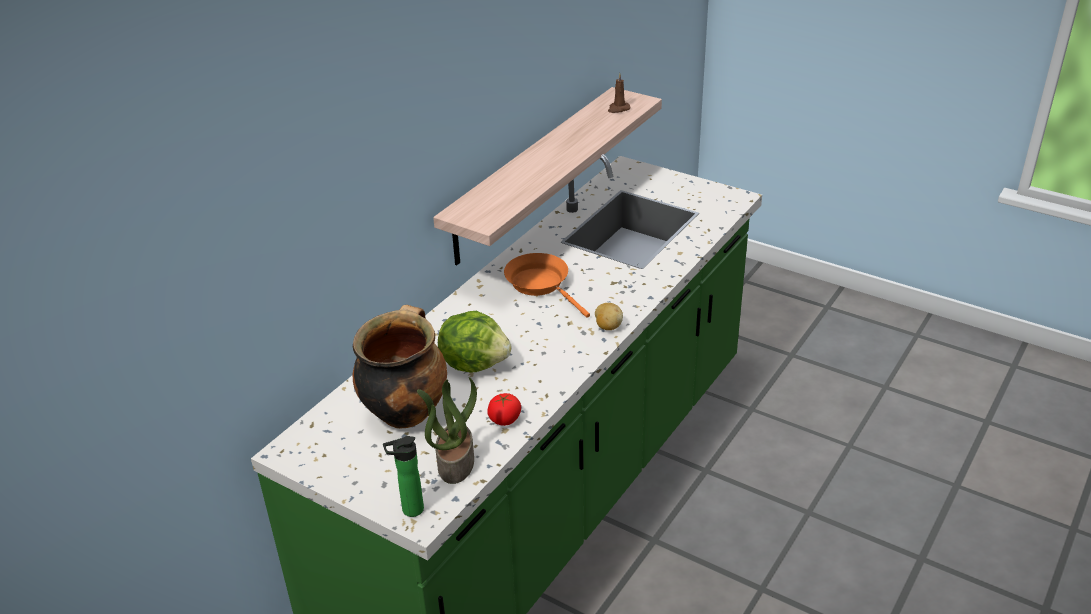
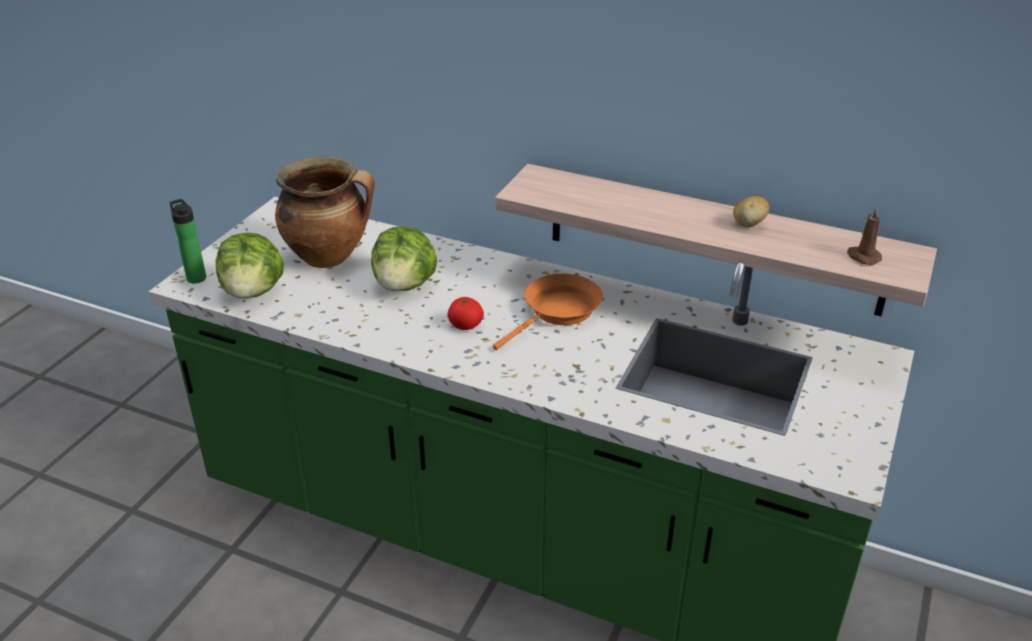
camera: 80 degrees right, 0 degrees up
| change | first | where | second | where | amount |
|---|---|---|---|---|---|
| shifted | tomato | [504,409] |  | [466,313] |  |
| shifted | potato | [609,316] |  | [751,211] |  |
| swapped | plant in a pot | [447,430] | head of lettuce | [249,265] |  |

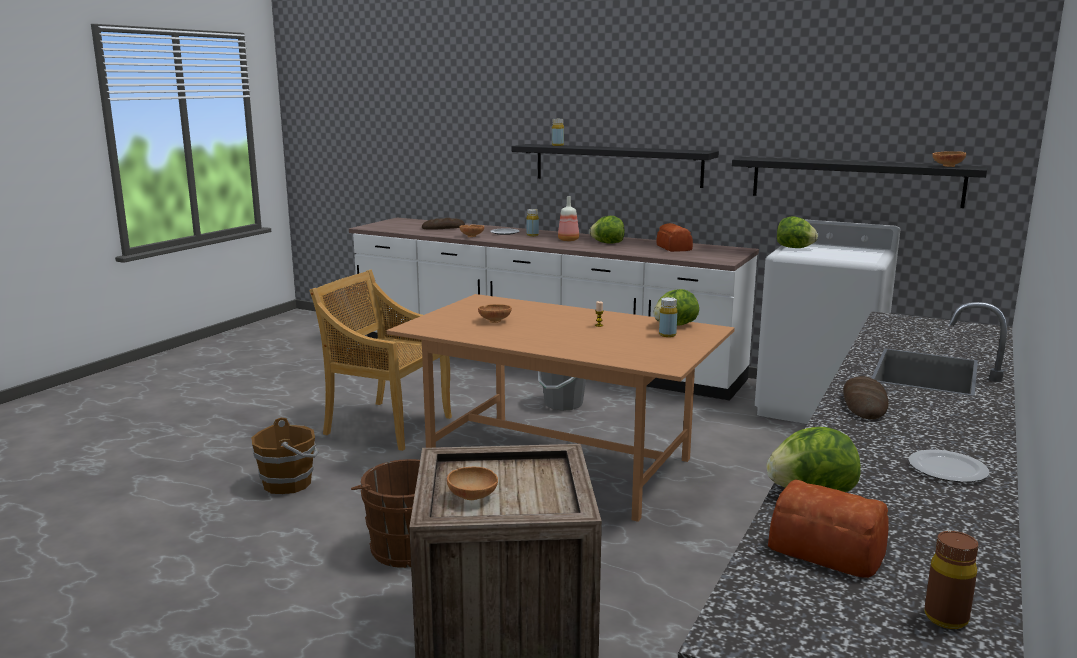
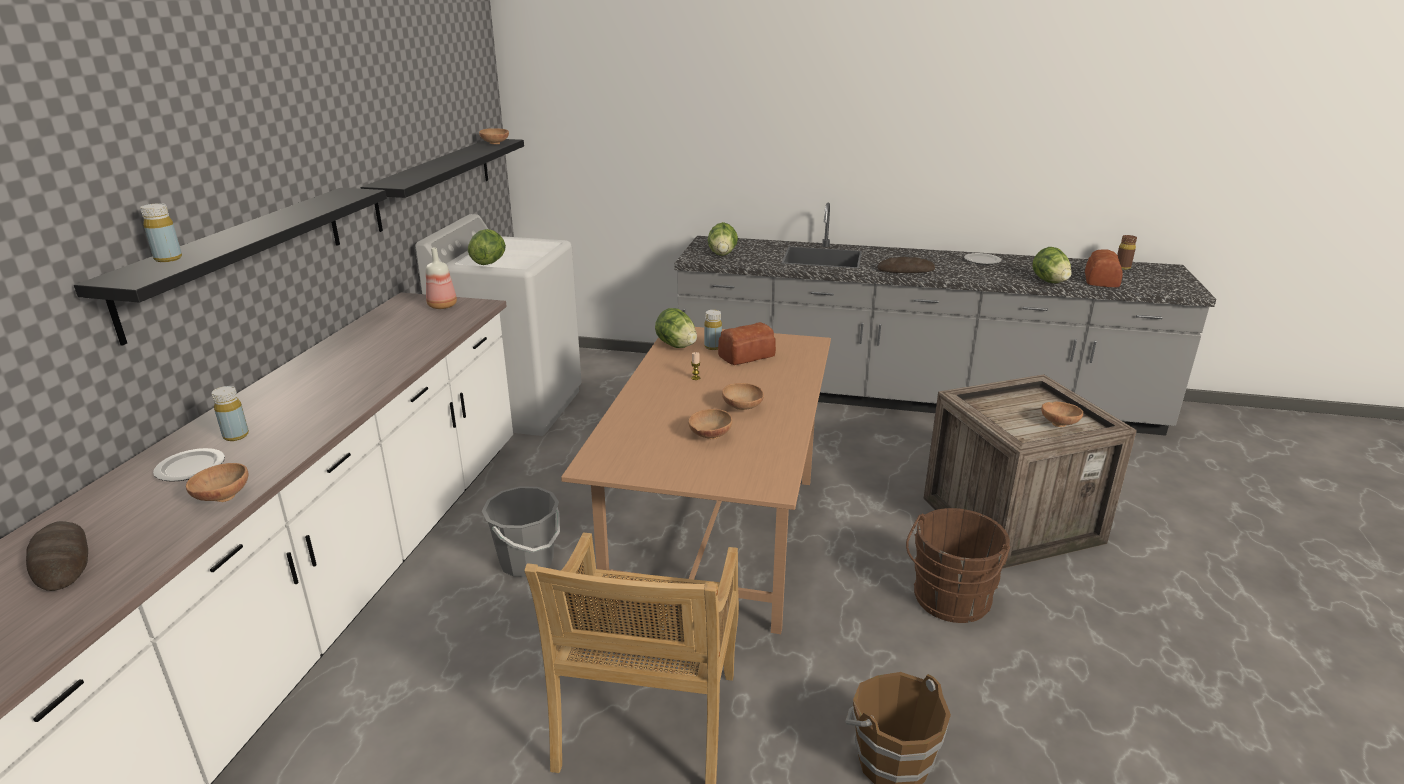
camera: 105 degrees left, 10 degrees up
| change | first | where | second | where | amount |
|---|---|---|---|---|---|
| new |  |  | brown bowl | [743,396] |  |
| shifted | drink bottle | [568,218] |  | [441,278] |  |
| shifted | head of lettuce | [607,230] |  | [722,239] |  |
| shifted | baked bread | [674,237] |  | [747,343] |  |

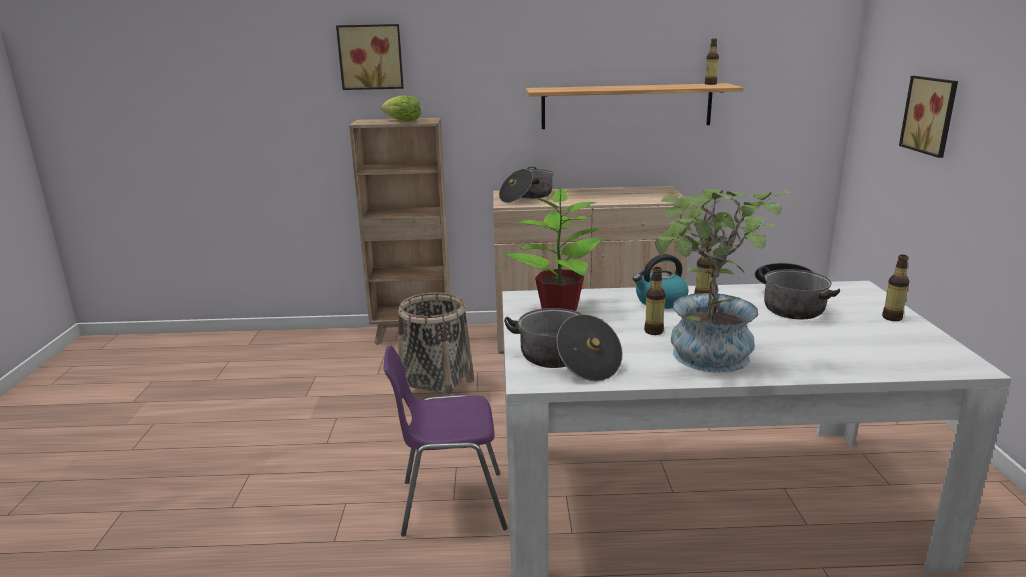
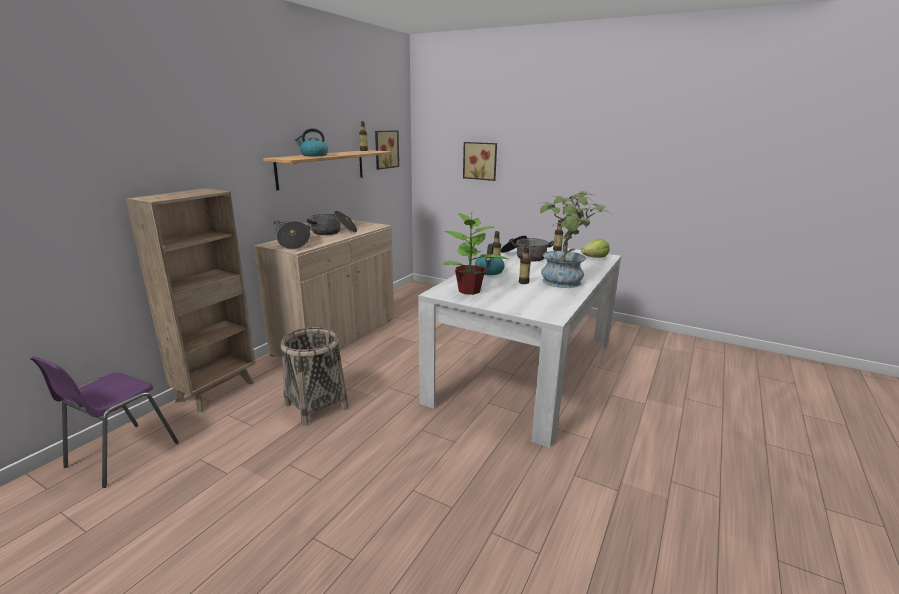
camera: 60 degrees left, 0 degrees up
| change | first | where | second | where | amount |
|---|---|---|---|---|---|
| new |  |  | kettle | [311,142] |  |
| shifted | wall picture | [370,57] |  | [387,150] |  |
| shifted | head of lettuce | [401,108] |  | [595,248] |  |
| shifted | purple-coloured plain chair | [446,440] |  | [104,422] |  |
| shifted | stockpot | [563,345] |  | [332,223] |  |

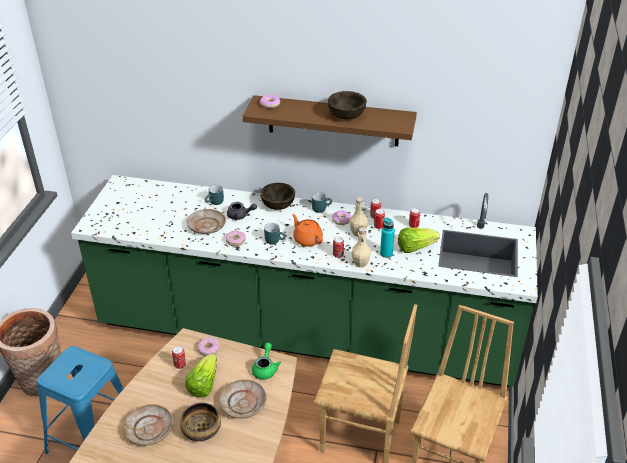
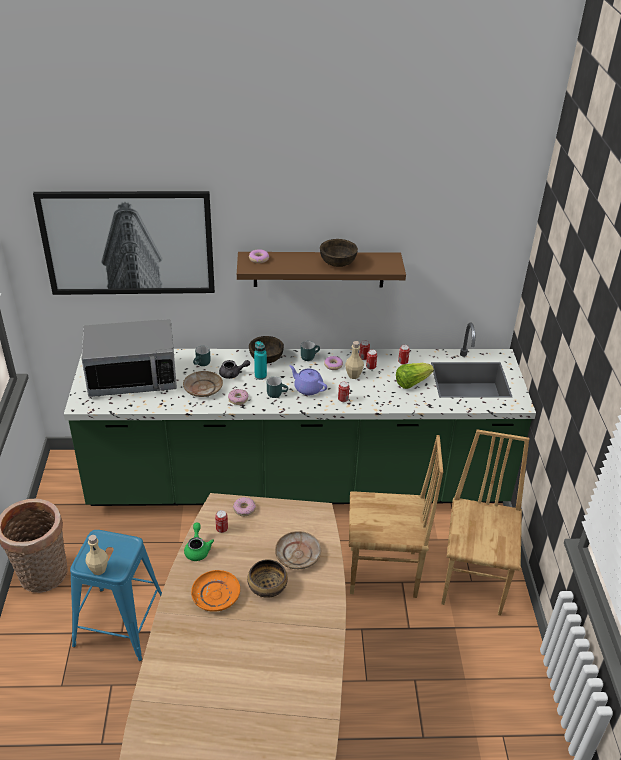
camera: 15 degrees left, 0 degrees up
| change | first | where | second | where | amount |
|---|---|---|---|---|---|
| gone | head of lettuce | [201,375] |  |  |  |
| new |  |  | wall picture | [124,243] |  |
| new |  |  | microwave oven | [129,358] |  |
| shifted | green-coloured tea pot | [266,361] |  | [199,542] |  |
| shifted | beige-coloured drink bottle | [361,247] |  | [96,555] |  |
| shifted | turquoise drink bottle | [387,237] |  | [260,360] |  |
| repainted | beige-coloured plate | [148,425] | orange-coloured plate | [215,591] |  |
| repainted | orange-coloured tea pot | [307,230] | purple-coloured tea pot | [308,380] |  |

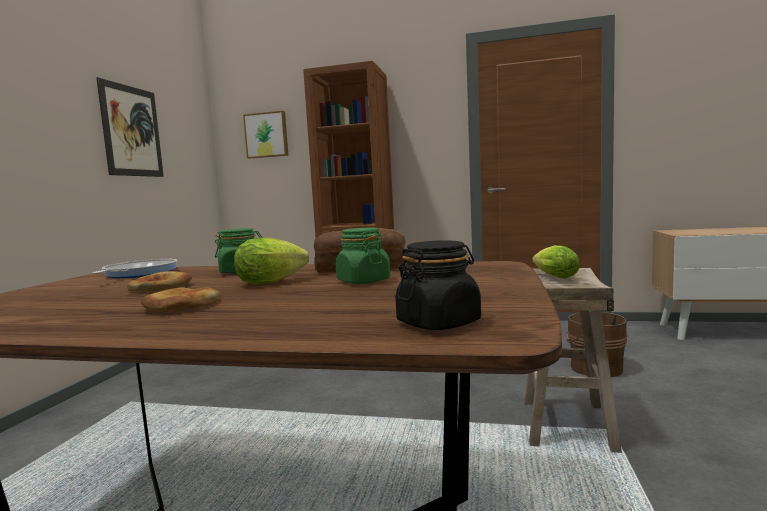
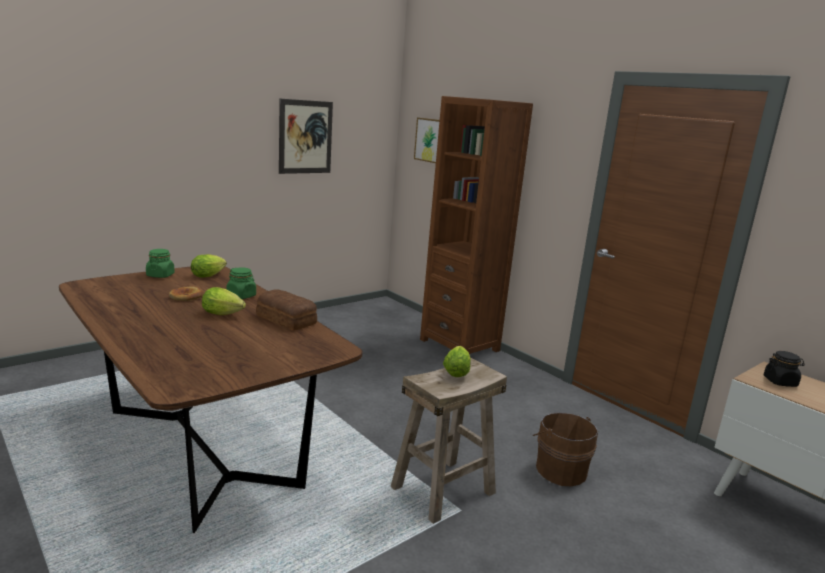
camera: 35 degrees right, 10 degrees up
| change | first | where | second | where | amount |
|---|---|---|---|---|---|
| gone | baked bread | [181,300] |  |  |  |
| shifted | green-coloured preserve jar | [363,256] |  | [160,263] |  |
| shifted | black-coloured preserve jar | [438,285] |  | [784,369] |  |
| swapped | skillet | [134,268] | head of lettuce | [209,266] |  |

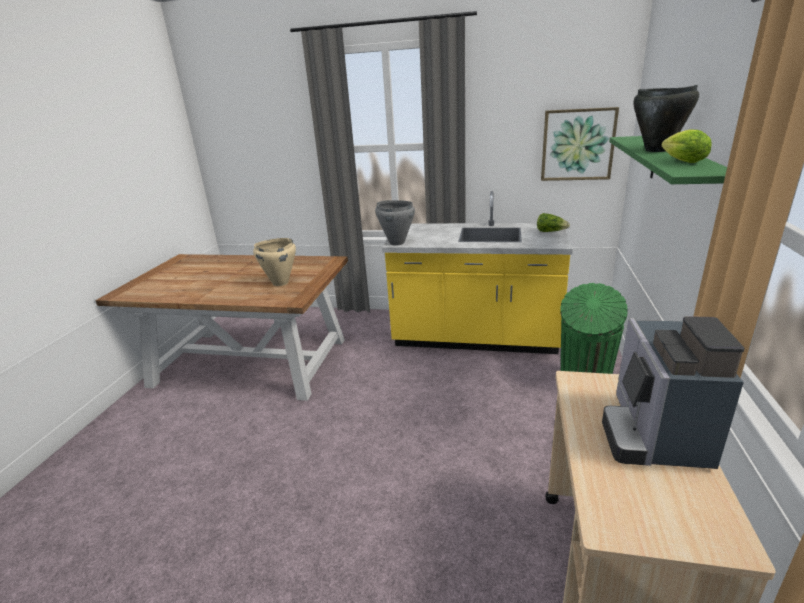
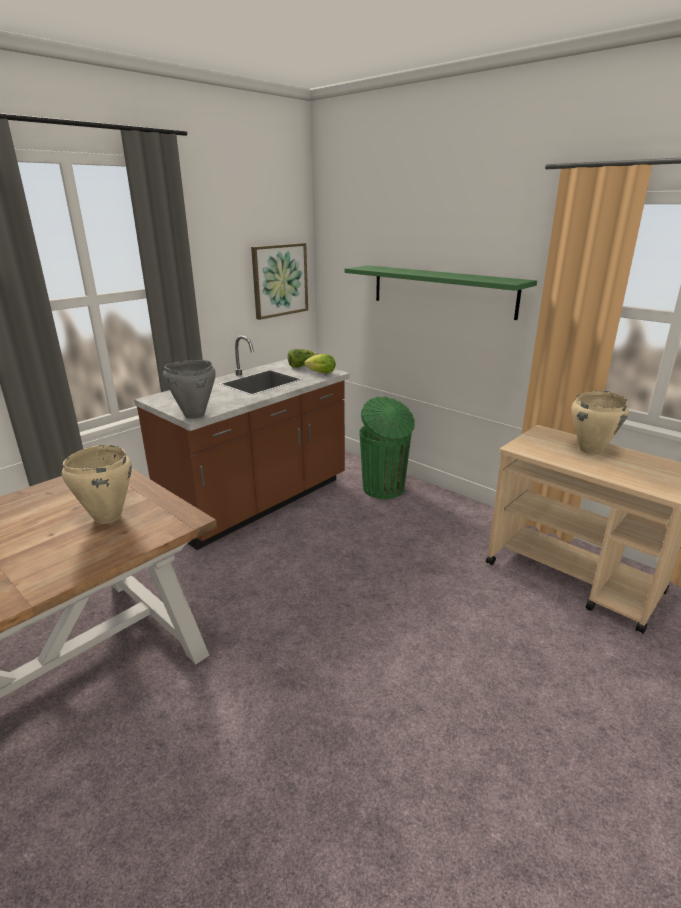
camera: 60 degrees left, 0 degrees up
| change | first | where | second | where | amount |
|---|---|---|---|---|---|
| gone | black-coloured stockpot | [666,118] |  |  |  |
| shifted | head of lettuce | [686,146] |  | [319,363] |  |
| swapped | coffee brewer | [673,392] | beige-coloured stockpot | [600,423] |  |
| repainted | yellow counter | [477,272] | brown counter | [241,443] |  |

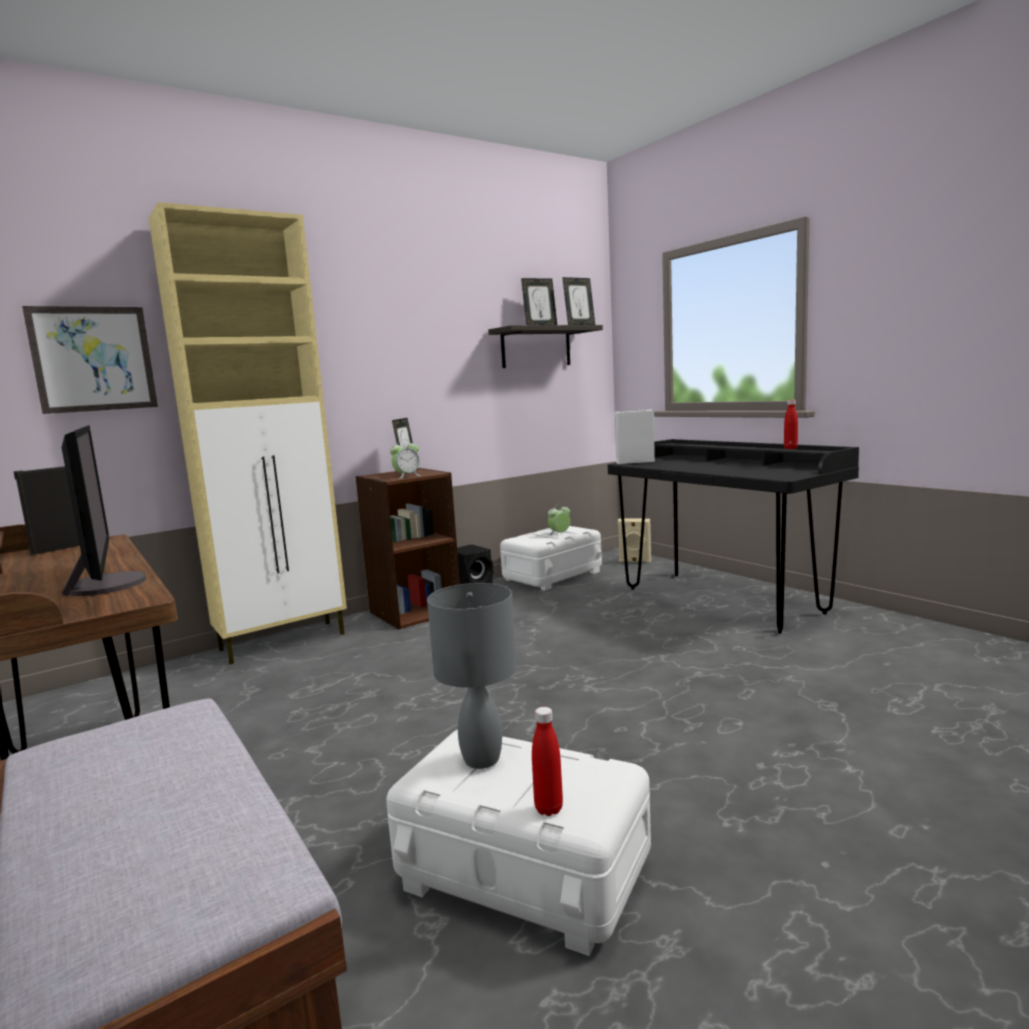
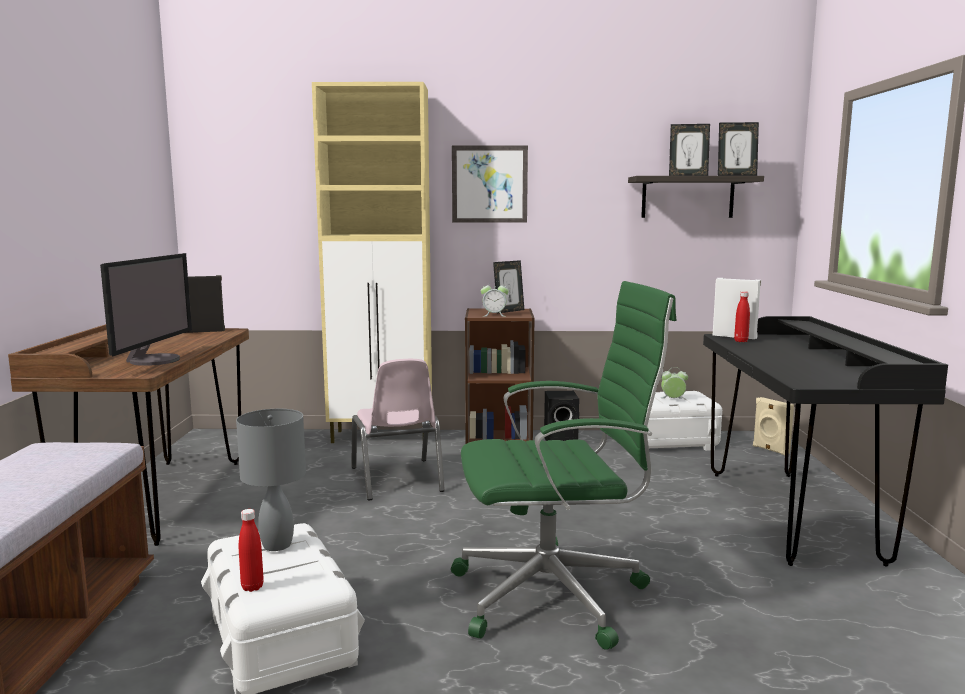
camera: 35 degrees right, 0 degrees up
| change | first | where | second | where | amount |
|---|---|---|---|---|---|
| new |  |  | pink-coloured plain chair | [398,430] |  |
| new |  |  | green-coloured office chair | [563,465] |  |
| shifted | wall picture | [90,360] |  | [490,184] |  |
| shifted | red-coloured drink bottle | [791,424] |  | [742,316] |  |

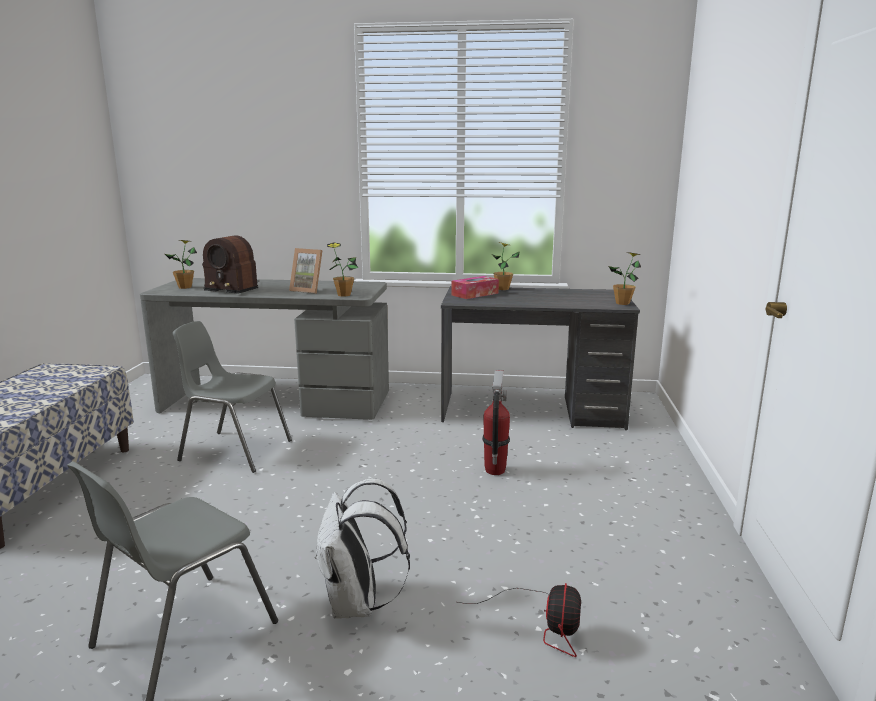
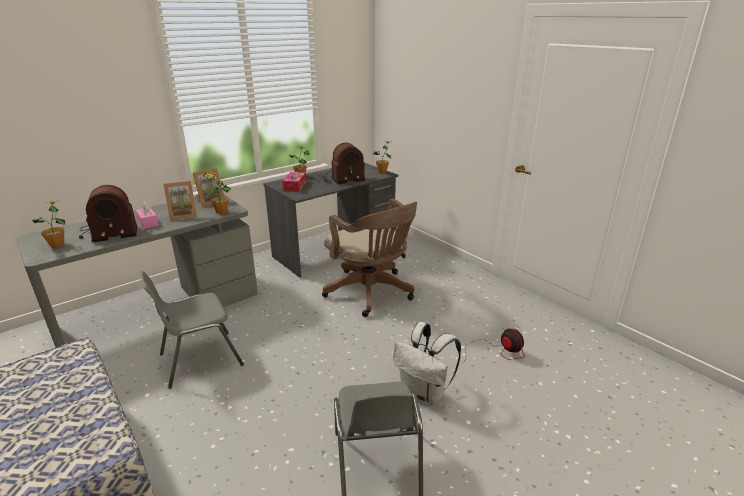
camera: 45 degrees left, 10 degrees up
| change | first | where | second | where | amount |
|---|---|---|---|---|---|
| new |  |  | pink-coloured tissue holder | [147,215] |  |
| new |  |  | standing frame | [209,187] |  |
| new |  |  | radio set | [342,163] |  |
| swapped | fire extinguisher | [496,422] | brown office chair | [369,258] |  |

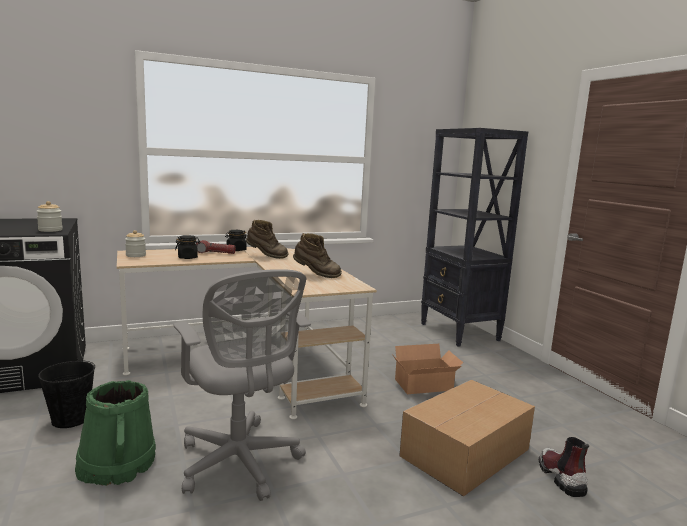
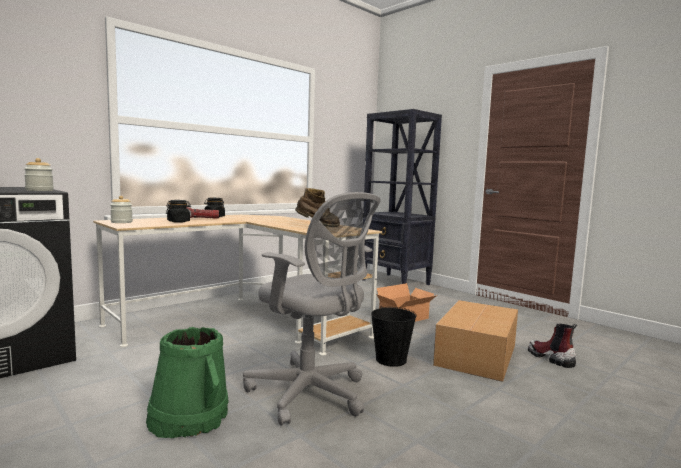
camera: 20 degrees left, 5 degrees down
| change | first | where | second | where | amount |
|---|---|---|---|---|---|
| gone | brown boot | [267,239] |  |  |  |
| shifted | black-coloured bucket | [66,393] |  | [394,336] |  |

